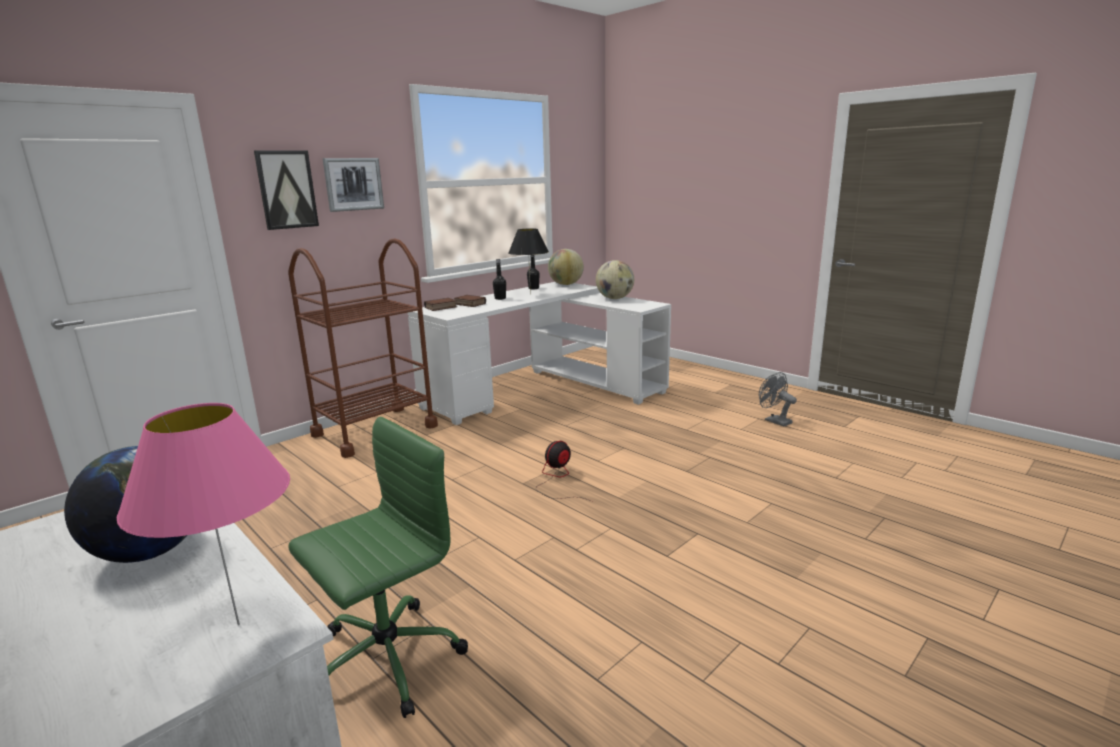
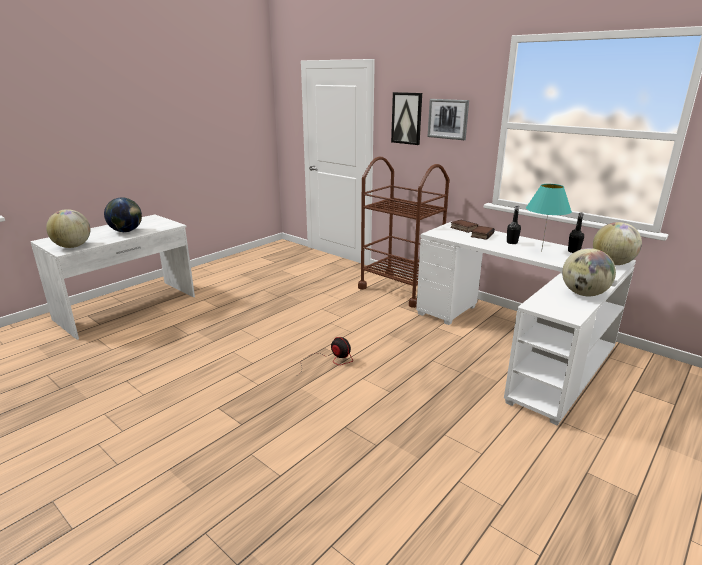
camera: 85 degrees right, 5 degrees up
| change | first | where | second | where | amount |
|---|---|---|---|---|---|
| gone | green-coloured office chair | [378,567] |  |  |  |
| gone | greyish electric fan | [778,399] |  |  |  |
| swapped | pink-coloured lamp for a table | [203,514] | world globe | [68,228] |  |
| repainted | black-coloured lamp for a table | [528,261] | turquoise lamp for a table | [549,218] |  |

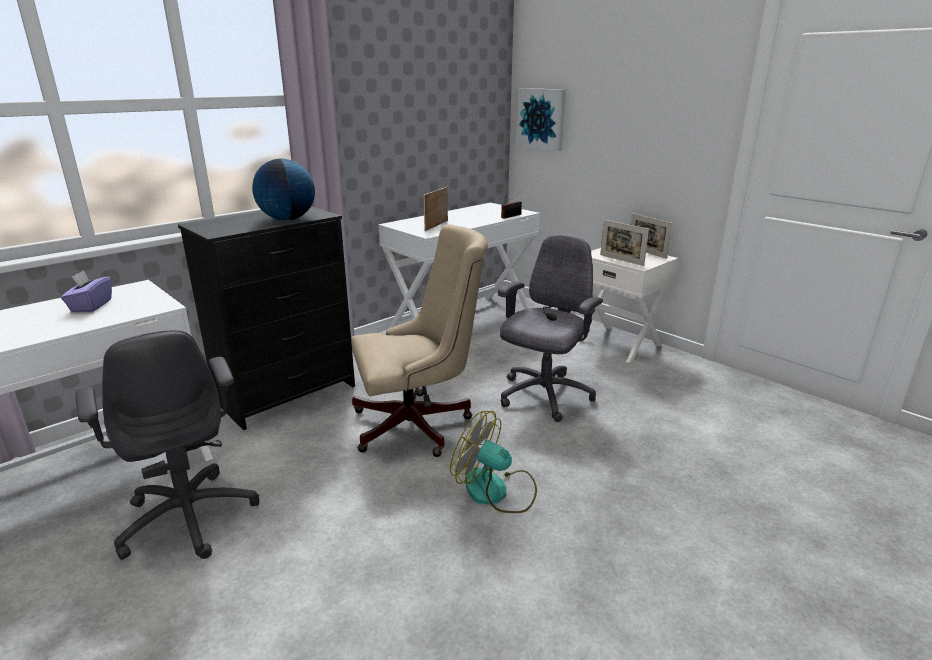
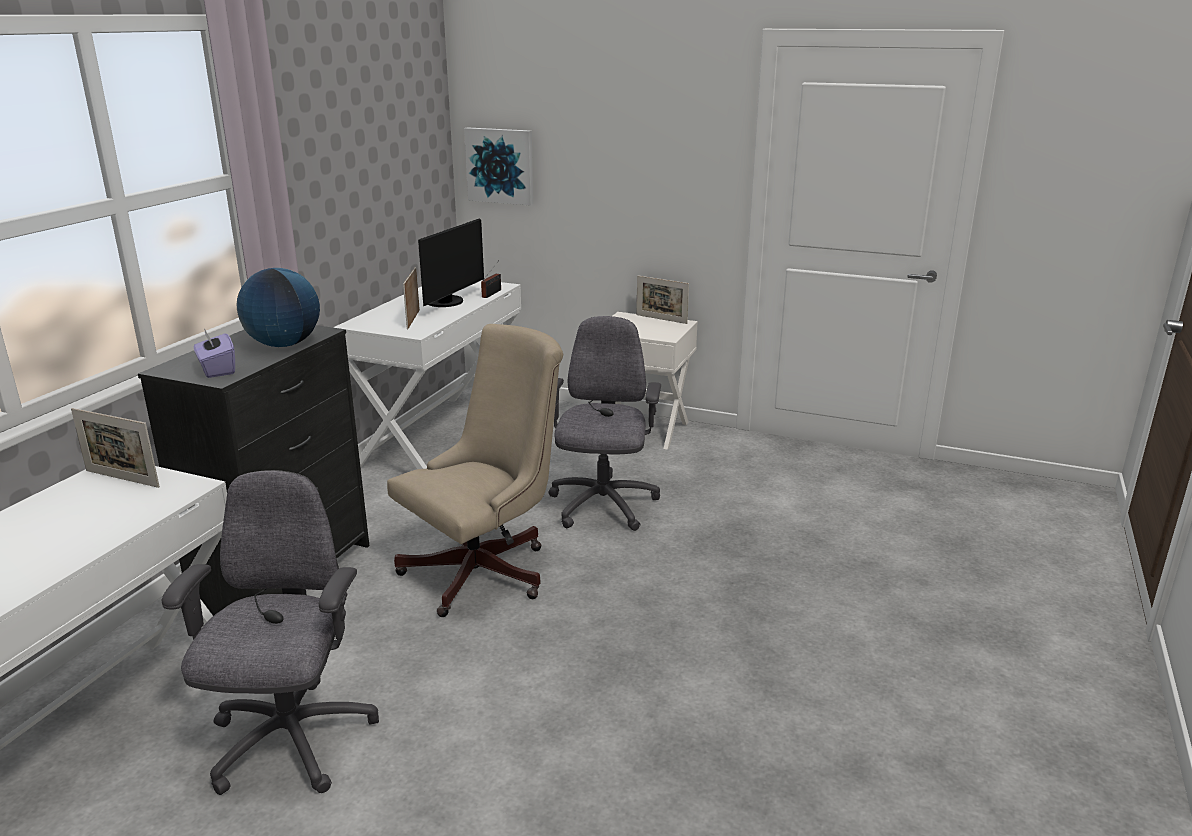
camera: 25 degrees left, 0 degrees up
| change | first | where | second | where | amount |
|---|---|---|---|---|---|
| gone | electric fan | [493,462] |  |  |  |
| new |  |  | computer display | [451,262] |  |
| shifted | purple-coloured tissue holder | [86,291] |  | [214,353] |  |
| shifted | standing frame | [624,243] |  | [115,448] |  |
| rotated | greyish office chair | [167,445] |  | [270,632] | 120 degrees counterclockwise |

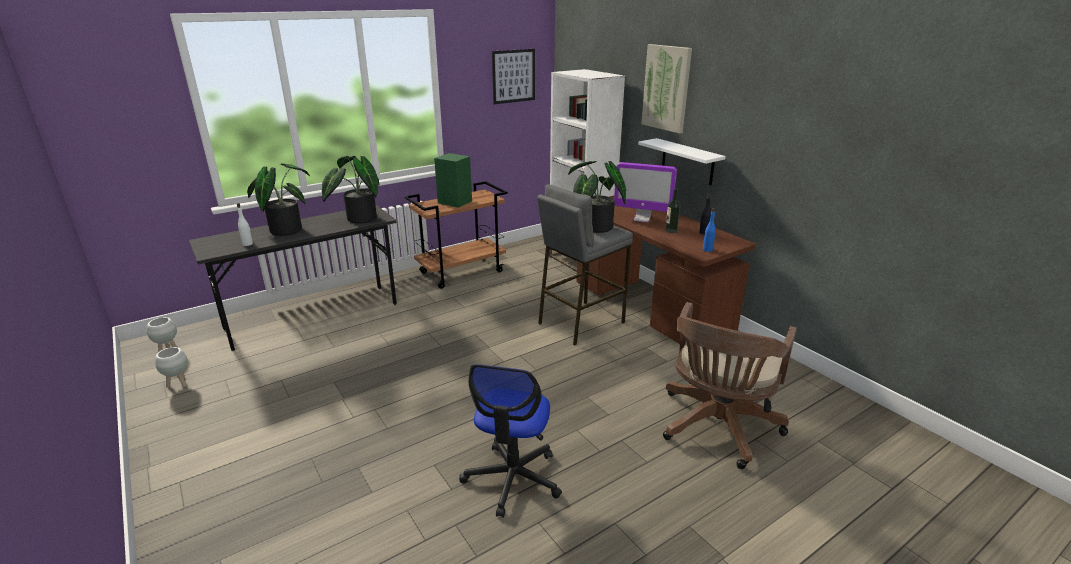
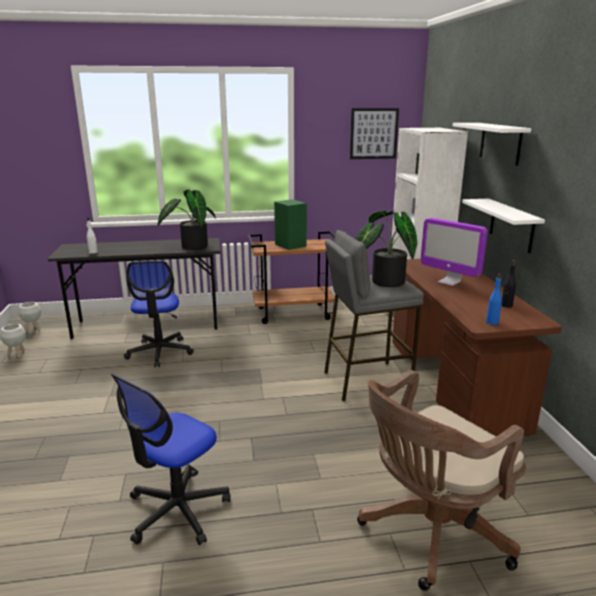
camera: 25 degrees right, 5 degrees down
| change | first | where | second | where | amount |
|---|---|---|---|---|---|
| gone | plant in a pot | [278,200] |  |  |  |
| gone | drink bottle | [672,210] |  |  |  |
| new |  |  | office chair | [159,314] |  |
| swapped | wall picture | [666,88] | white wall shelf | [492,144] |  |

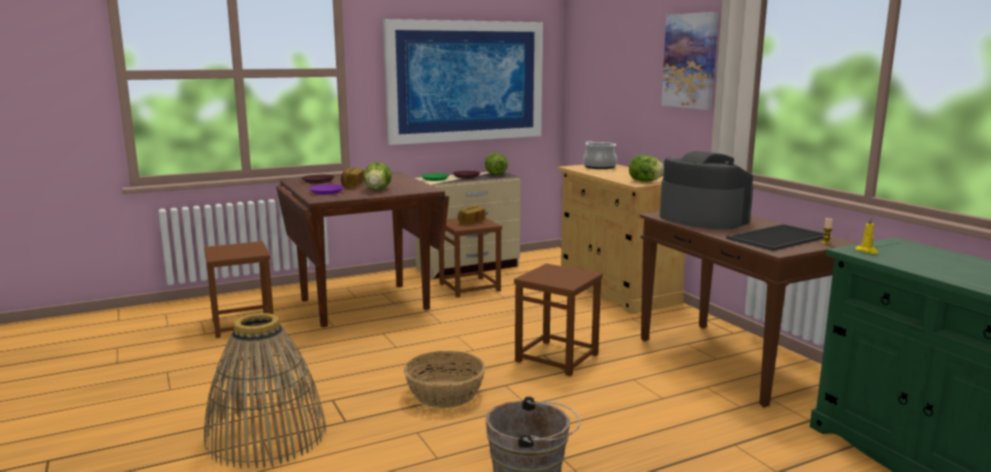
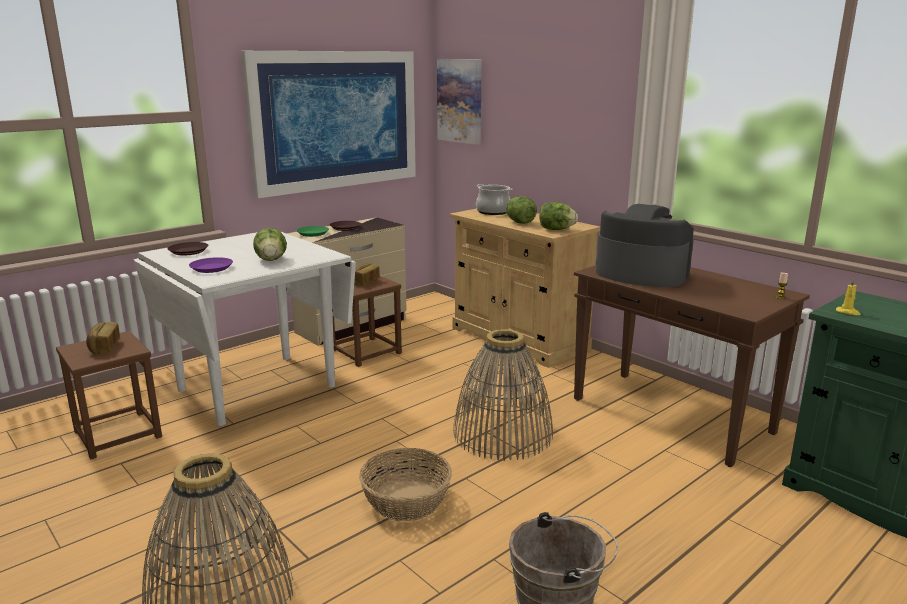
camera: 15 degrees left, 5 degrees up
| change | first | where | second | where | amount |
|---|---|---|---|---|---|
| gone | carrying tray | [778,237] |  |  |  |
| shifted | baked bread | [352,178] |  | [103,338] |  |
| shifted | head of lettuce | [496,164] |  | [521,210] |  |
| shifted | wall picture | [690,61] |  | [459,102] |  |
| swapped | brown stool seat | [558,319] | storage basket | [503,395] |  |
| repainted | brown dinner table | [362,249] | white dinner table | [244,328] |  |

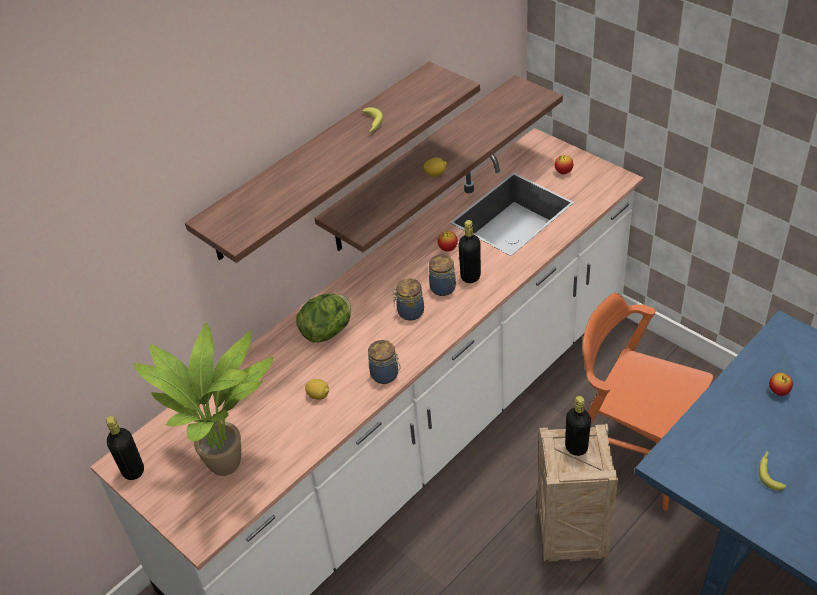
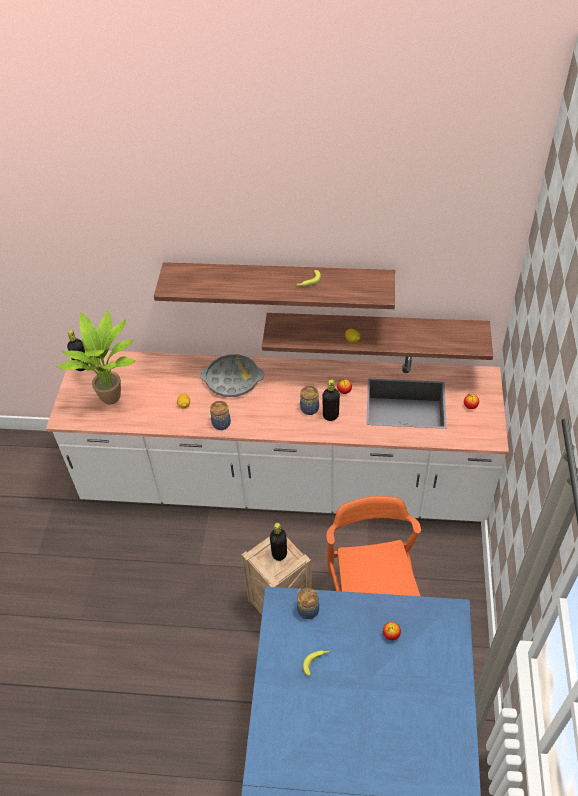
camera: 50 degrees right, 5 degrees up
| change | first | where | second | where | amount |
|---|---|---|---|---|---|
| shifted | preserve jar | [408,300] |  | [308,603] |  |
| swapped | head of lettuce | [323,318] | greyish carrying tray | [232,375] |  |

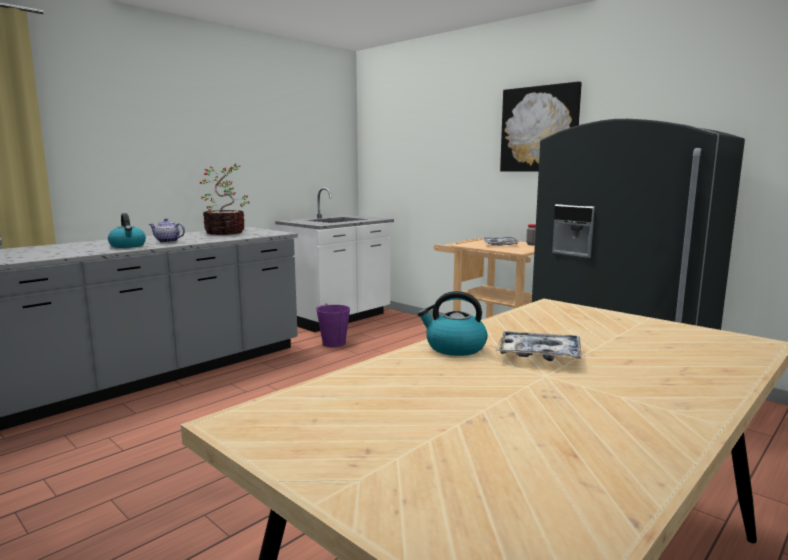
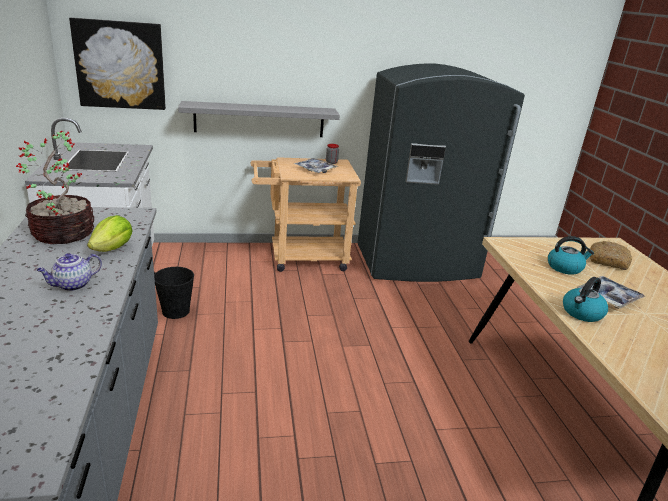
camera: 55 degrees left, 15 degrees up
| change | first | where | second | where | amount |
|---|---|---|---|---|---|
| new |  |  | head of lettuce | [110,233] |  |
| new |  |  | greyish wall shelf | [259,119] |  |
| new |  |  | baked bread | [611,255] |  |
| shifted | kettle | [127,230] |  | [571,255] |  |
| shifted | wall picture | [541,126] |  | [117,63] |  |
| repainted | purple-coloured bucket | [333,325] | black-coloured bucket | [174,293] |  |

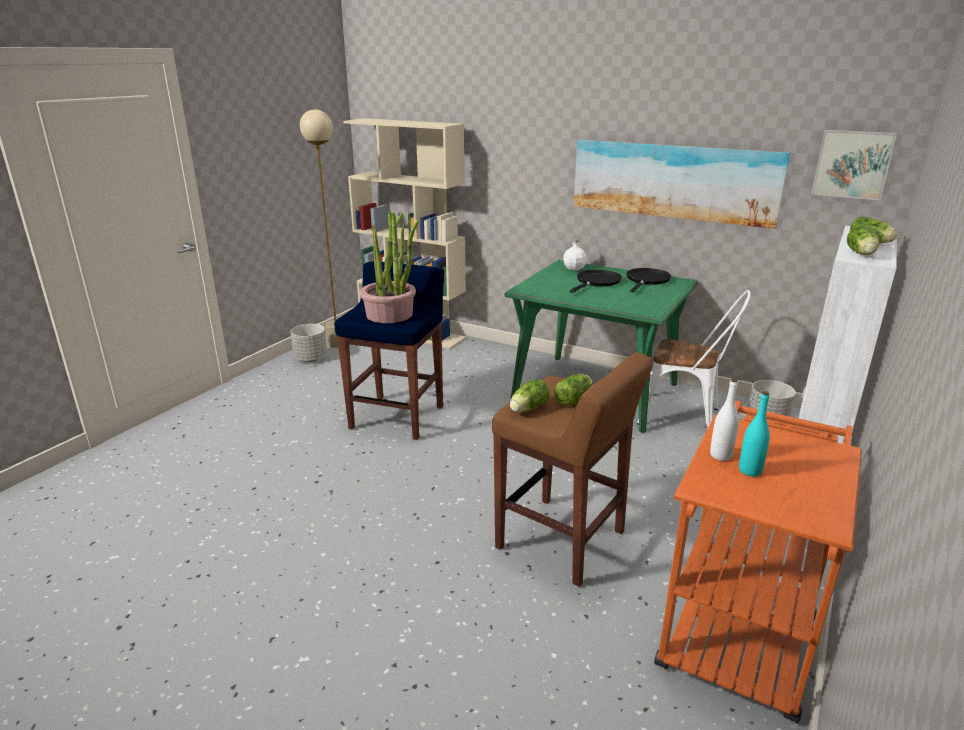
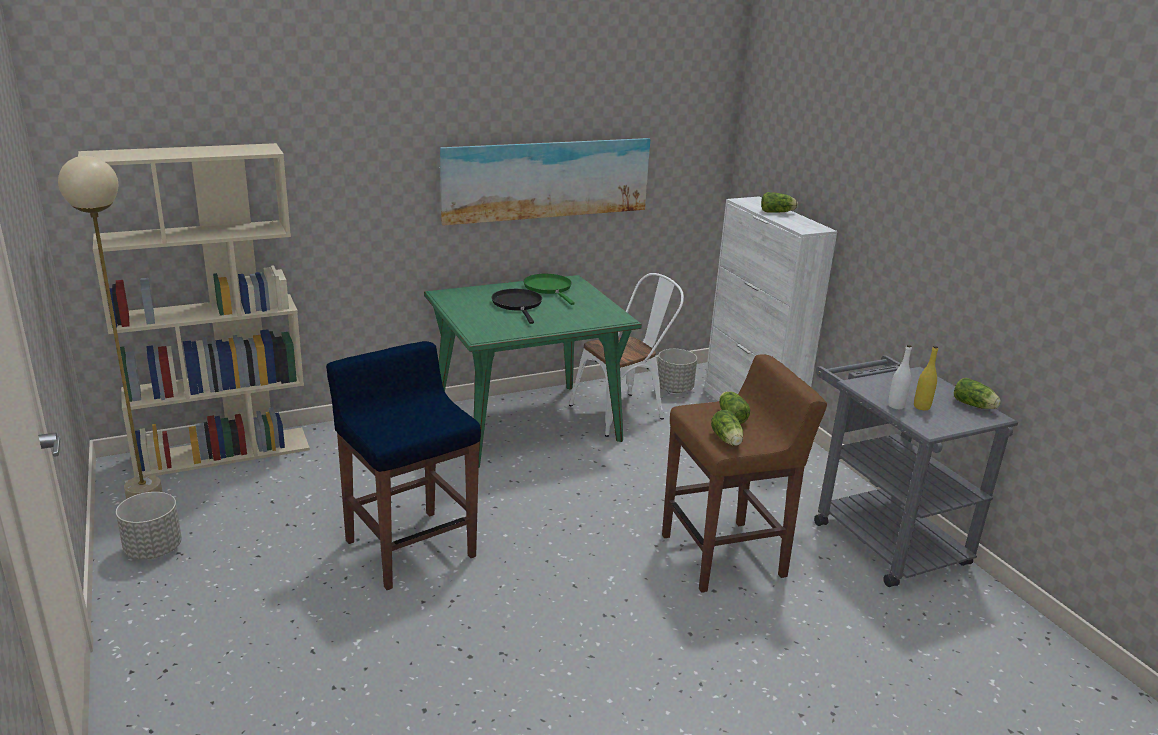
camera: 55 degrees left, 0 degrees up
| change | first | where | second | where | amount |
|---|---|---|---|---|---|
| gone | plant in a pot | [389,267] |  |  |  |
| gone | white drink bottle | [575,255] |  |  |  |
| gone | wall picture | [854,165] |  |  |  |
| shifted | head of lettuce | [863,240] |  | [977,393] |  |
| repainted | black-coloured skillet | [648,280] | green-coloured skillet | [549,289] |  |
| repainted | orange-coloured wheeled cart | [758,562] | greyish wheeled cart | [916,471] |  |
| repainted | turquoise drink bottle | [754,433] | yellow drink bottle | [926,378] |  |

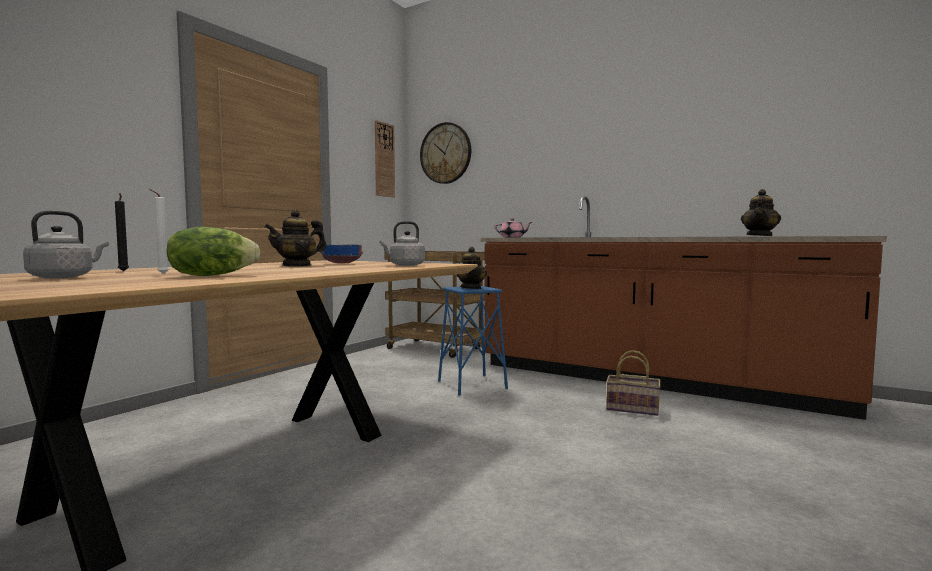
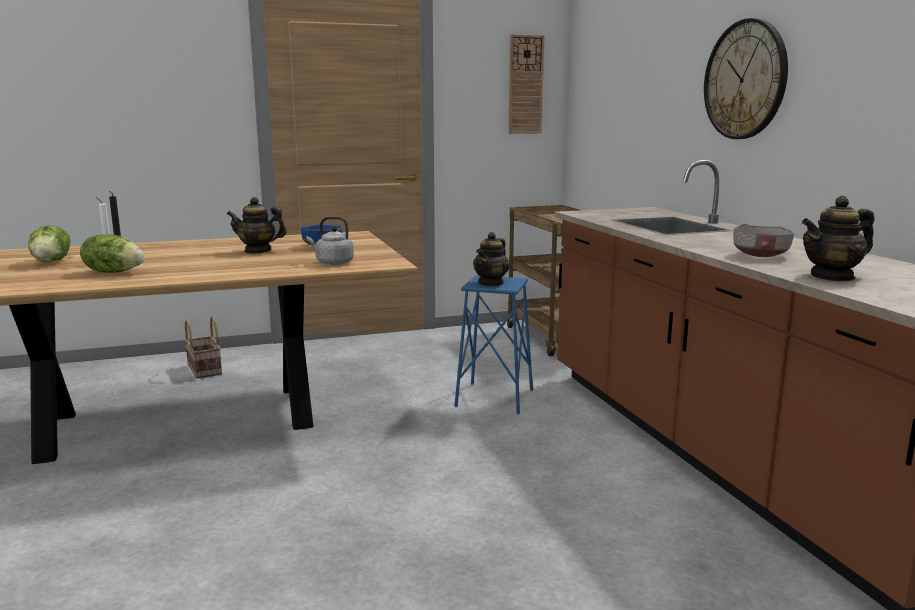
camera: 40 degrees right, 10 degrees up
| change | first | where | second | where | amount |
|---|---|---|---|---|---|
| gone | pink-coloured tea pot | [513,228] |  |  |  |
| new |  |  | greyish bowl | [763,240] |  |
| shifted | clock on the wall | [445,153] |  | [746,78] |  |
| shifted | storage basket | [633,383] |  | [203,347] |  |
| swapped | greyish kettle | [66,244] | head of lettuce | [49,243] |  |

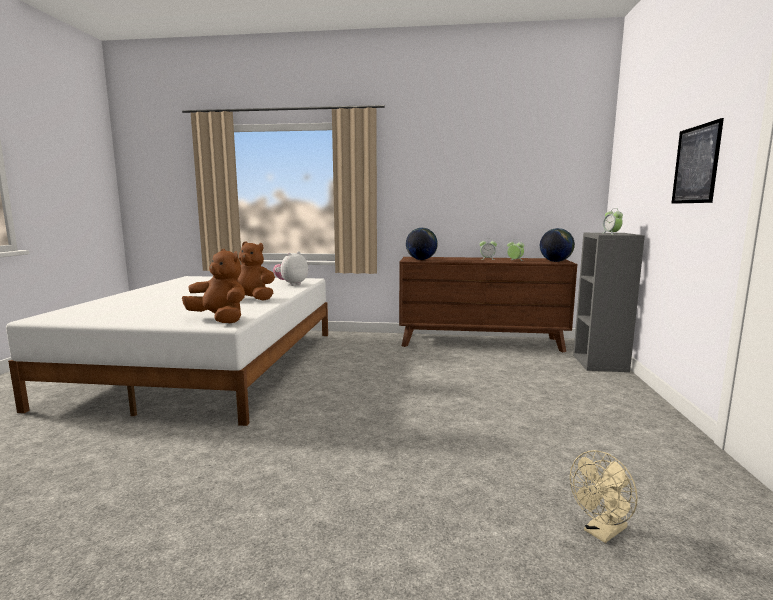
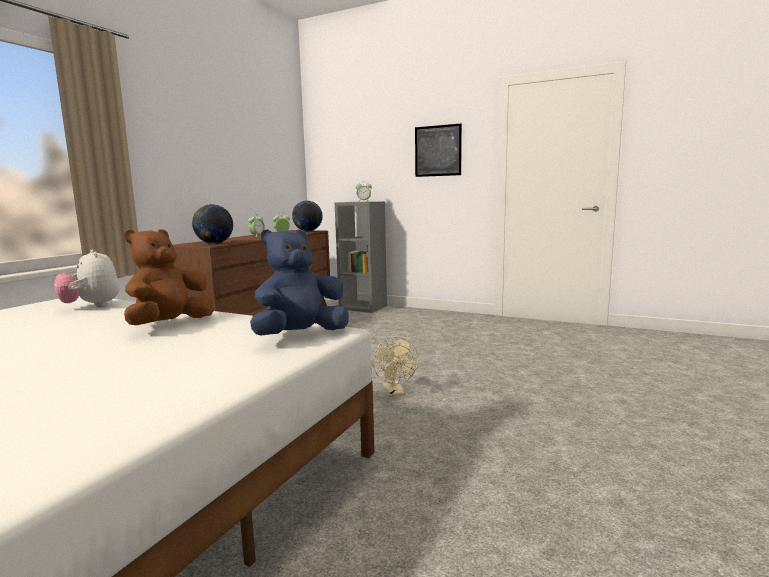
camera: 70 degrees left, 0 degrees up
| change | first | where | second | where | amount |
|---|---|---|---|---|---|
| shifted | beige-coloured electric fan | [604,496] |  | [395,367] |  |
| repainted | brown cuddly toy | [213,286] | blue cuddly toy | [299,282] |  |

